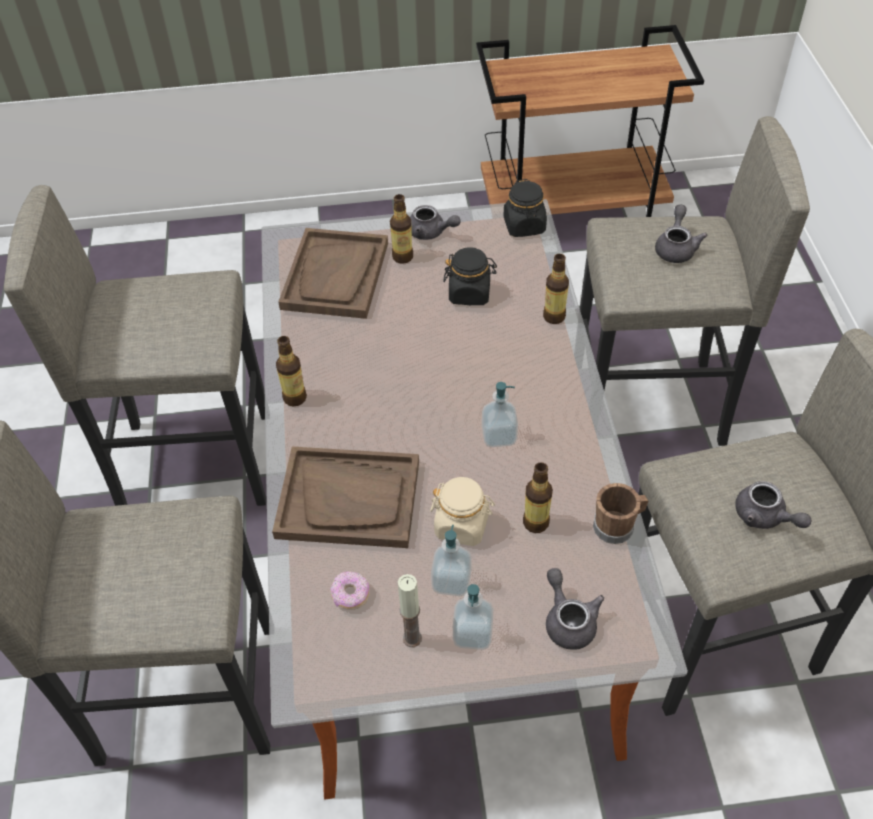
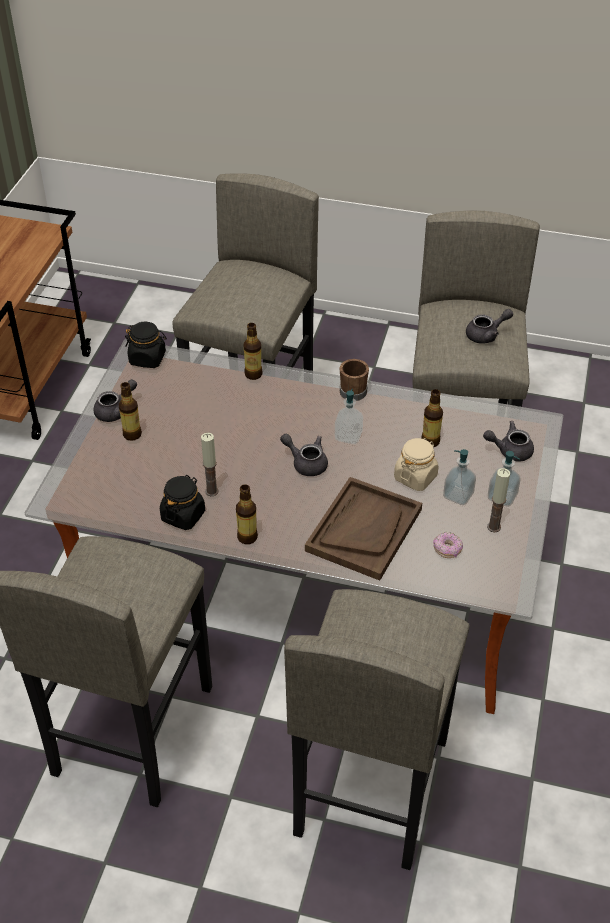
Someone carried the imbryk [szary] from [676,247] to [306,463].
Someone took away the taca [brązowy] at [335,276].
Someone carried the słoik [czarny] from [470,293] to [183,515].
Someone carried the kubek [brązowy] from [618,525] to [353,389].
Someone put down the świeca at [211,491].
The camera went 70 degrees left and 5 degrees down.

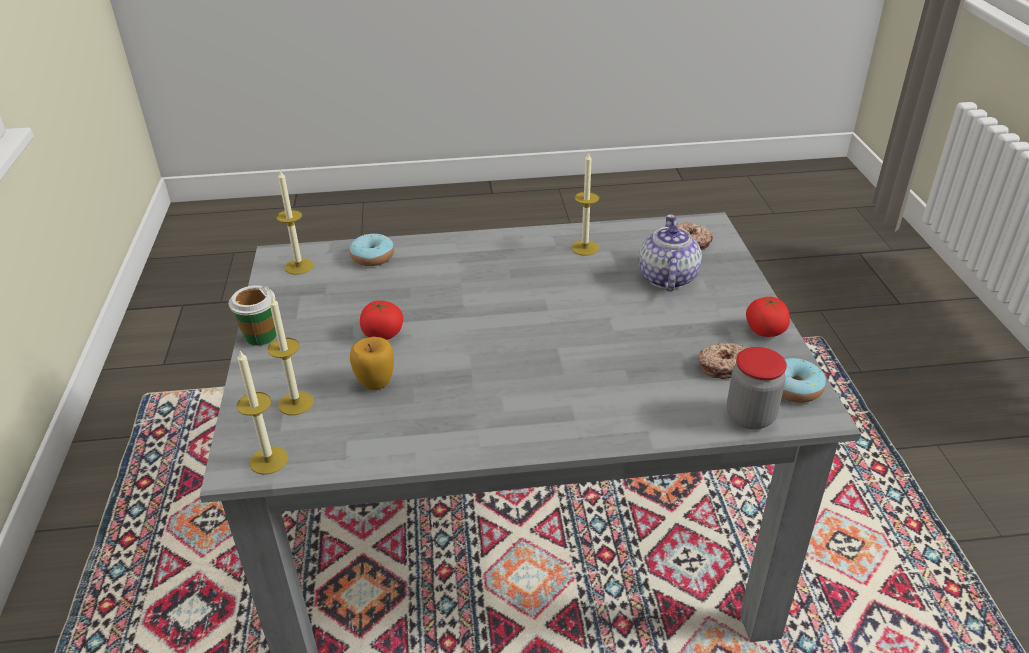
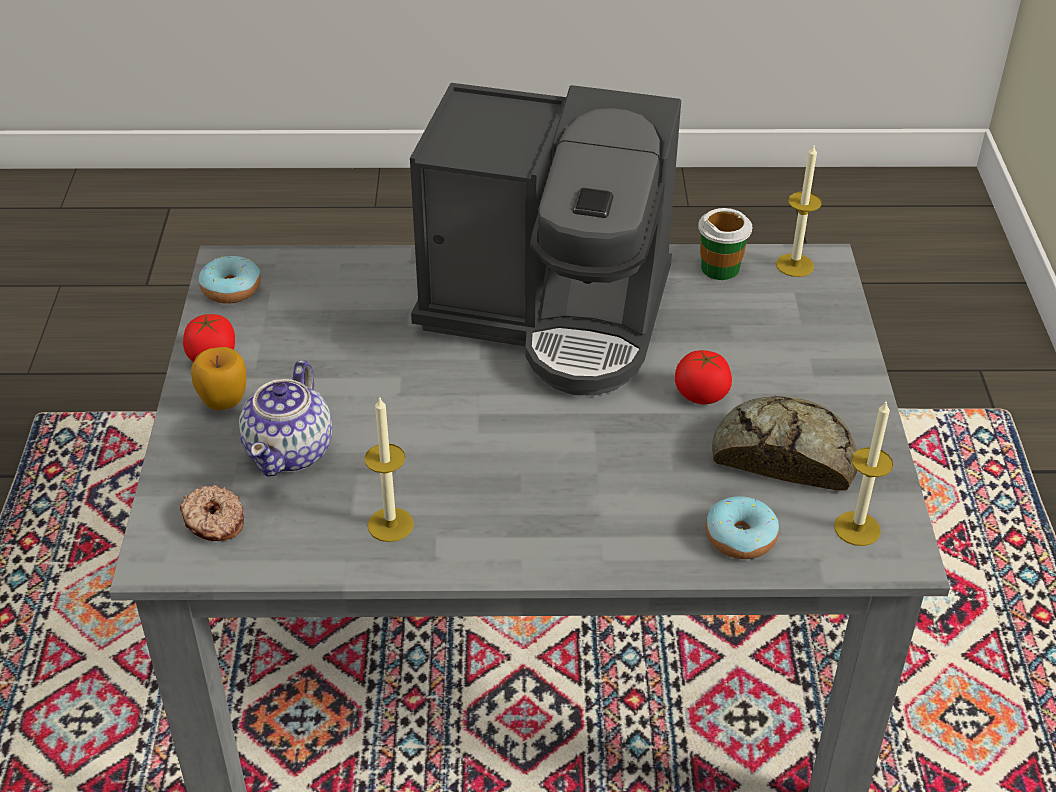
Someone carried the filiżanka from [260,335] to [720,268].
Someone took away the świeca at [296,403].
Someone carried the jabłko from [375,382] to [224,403].
Someone took away the donut at [722,366].
Someone took away the słoik at [750,416].
Someone put down the ekspres do kawy at [550,313].
Someone put down the chleb at [784,454].
The camera went 175 degrees left and 5 degrees up.

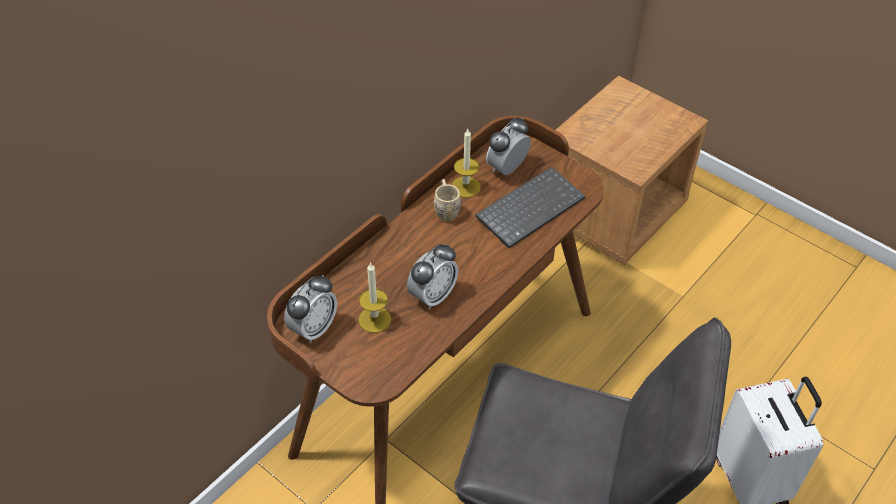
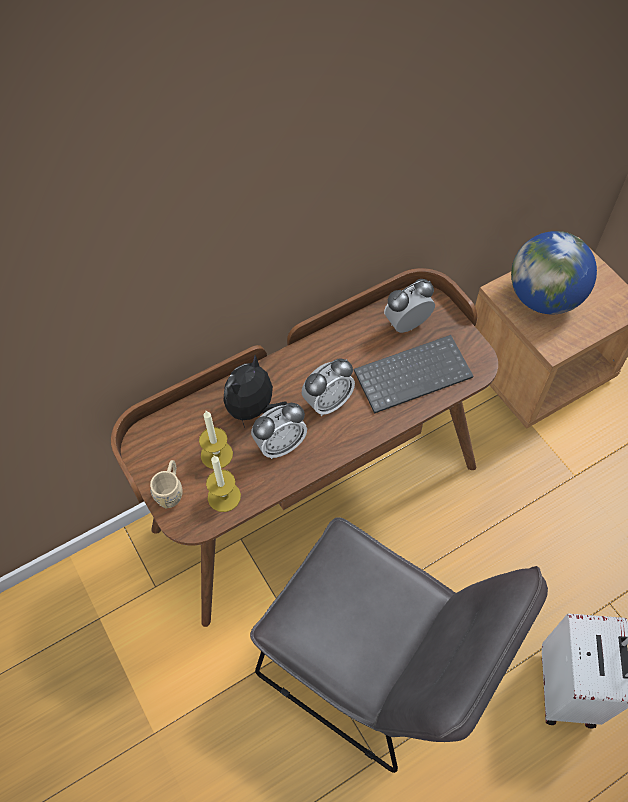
Someone carried the świeca from [466,187] to [224,496].
Someone carried the kubek [beżowy] from [446,209] to [171,491].
Someone carried the budzik from [313,329] to [328,402].
Someone put down the globus at [544,298].
Someone put down the pluszak at [253,409].
The camera went 20 degrees right and 10 degrees up.

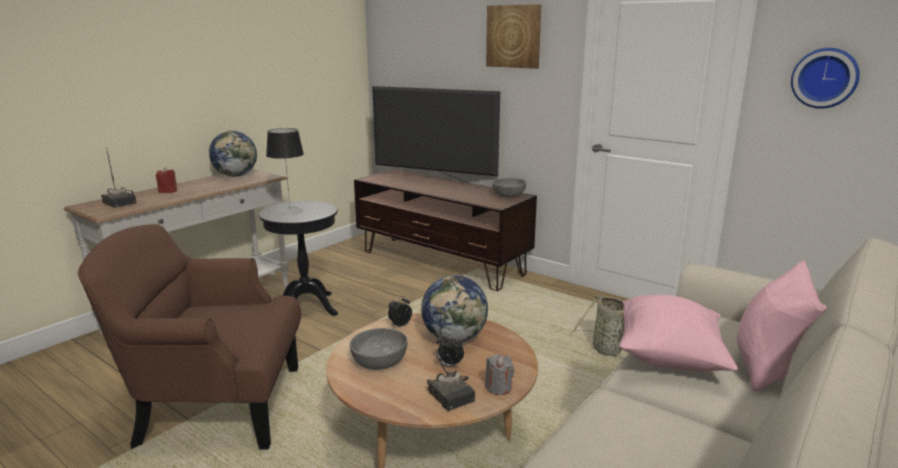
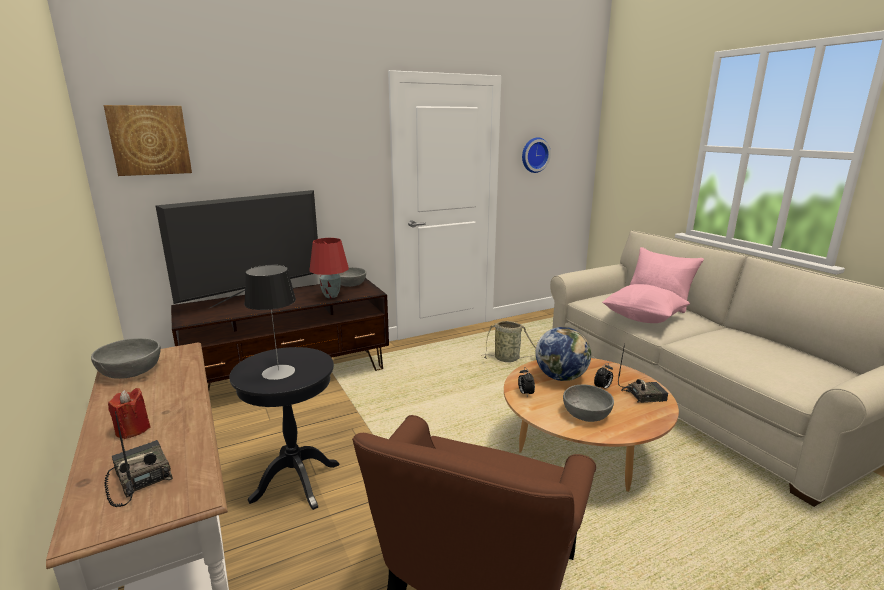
Someone carried the obraz from [514,36] to [150,140].
Someone swapped the globus at [236,175] for the miska [szary] at [131,371].
Someone rotated the radio at [121,203] by 105 degrees counterclockwise.
Someone took away the świeca [szary] at [498,388].
Someone put down the lampa stołowa [czerwony] at [330,296].
The camera went 65 degrees left and 0 degrees up.

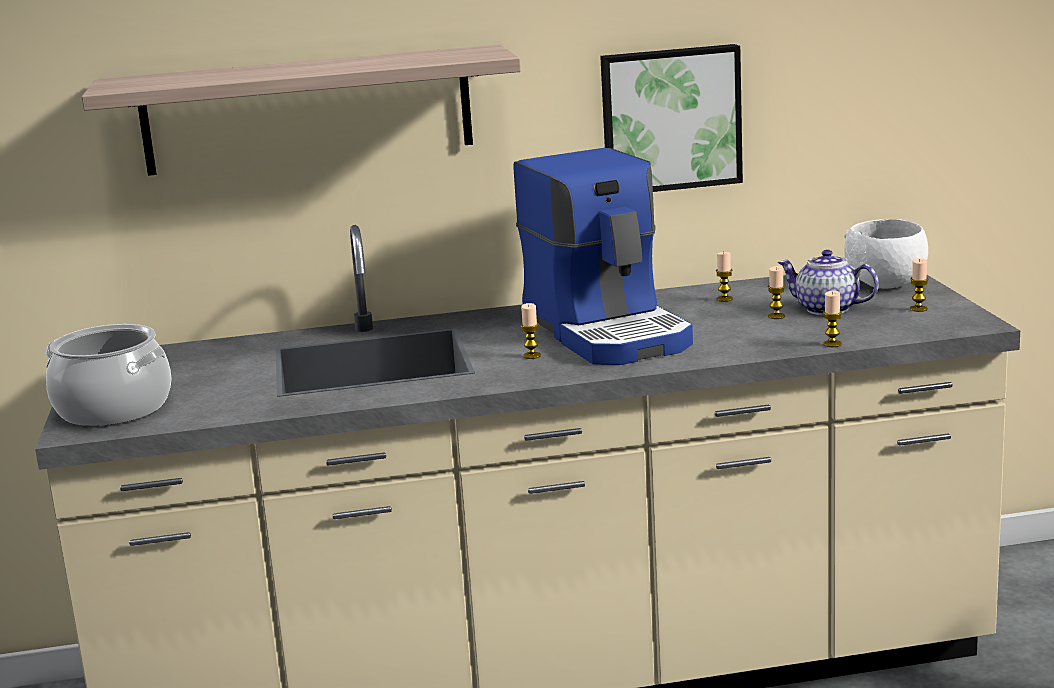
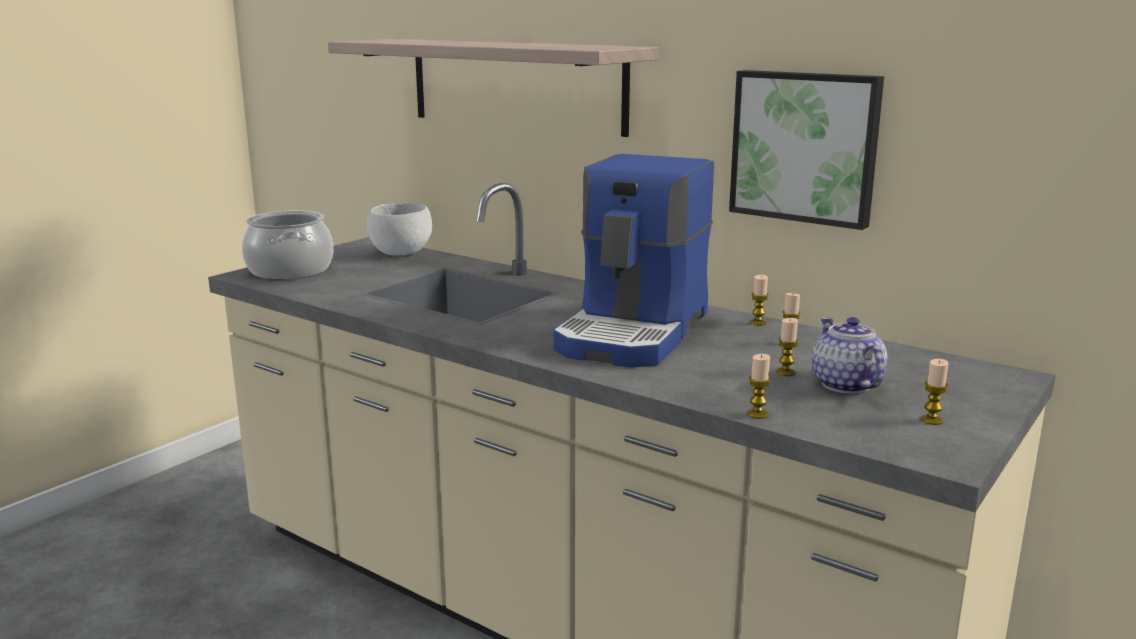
Someone carried the miska [biały] from [886,284] to [401,253].
Someone carried the świeca from [531,356] to [758,323].
The camera went 45 degrees right and 0 degrees up.

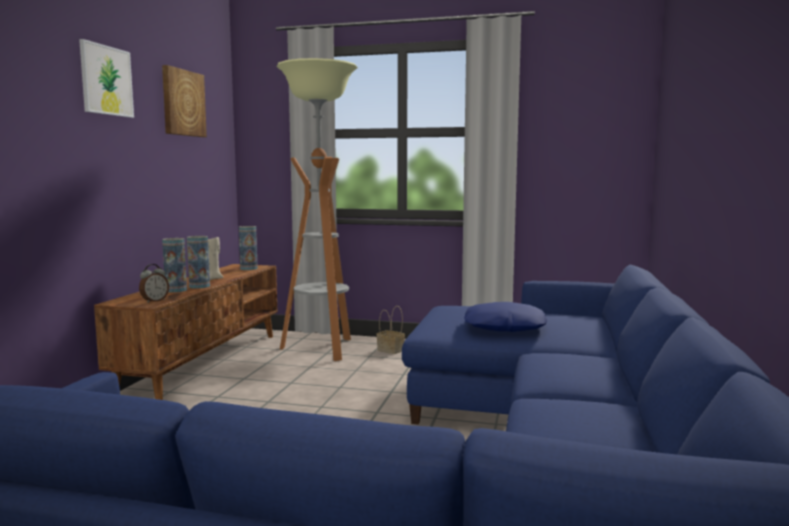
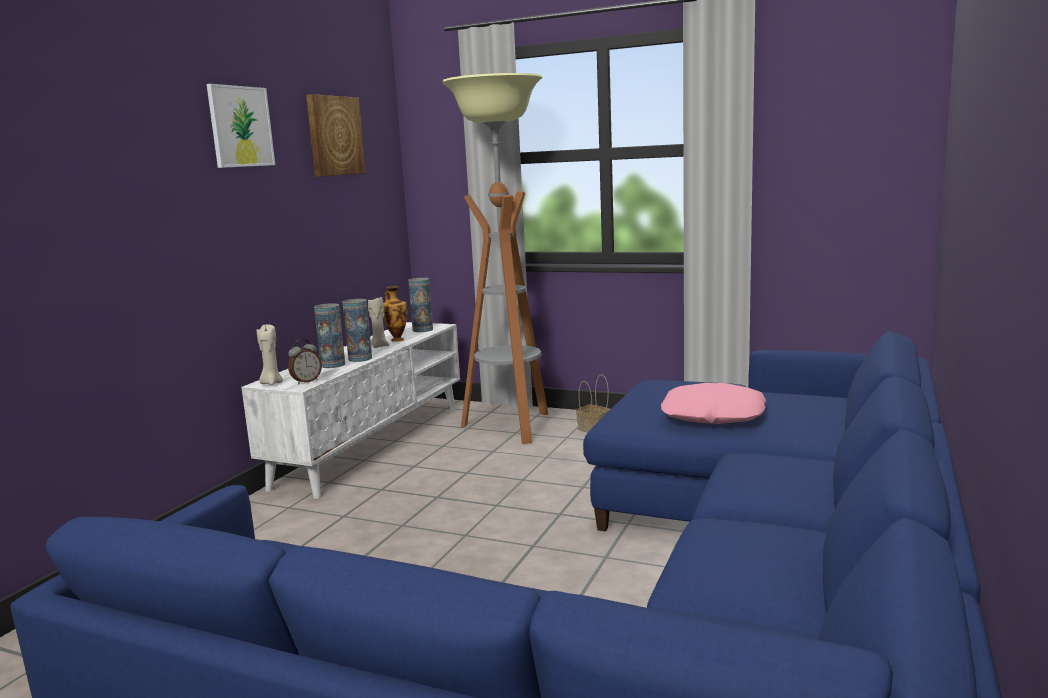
Someone repainted the szafka pod telewizor [brązowy] at [204,362], which became the szafka pod telewizor [biały] at [372,444].
Someone repainted the poduszka [niebieski] at [504,327], which became the poduszka [różowy] at [713,415].
Someone put down the wazon at [397,339].
Someone put down the świeca [beżowy] at [271,383].
The camera went 10 degrees right and 5 degrees up.

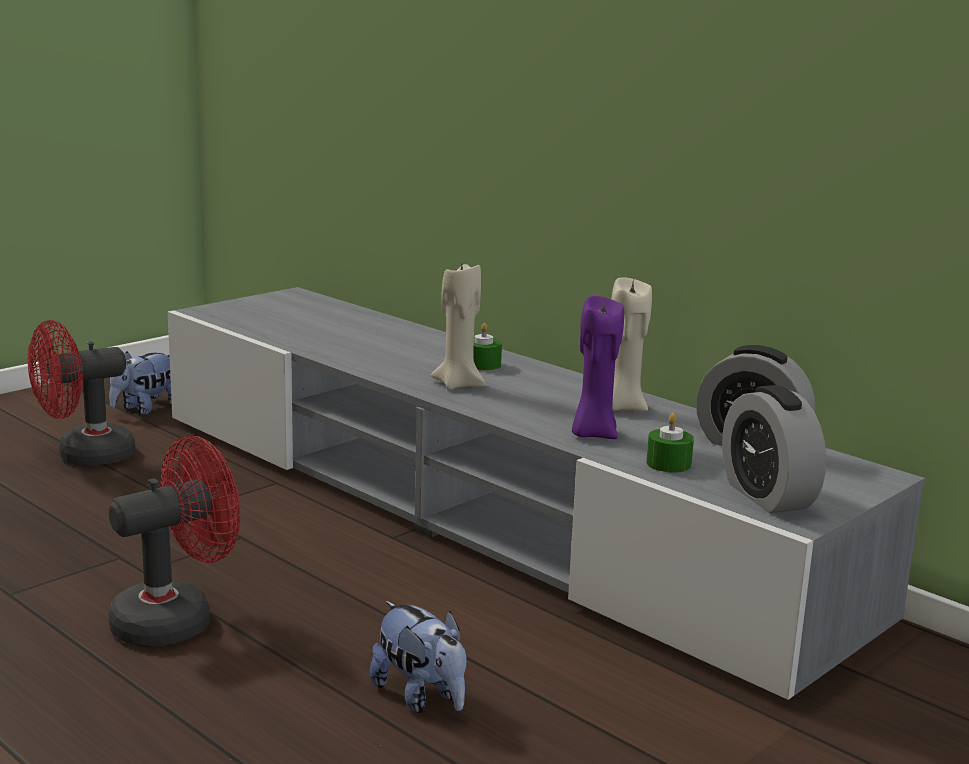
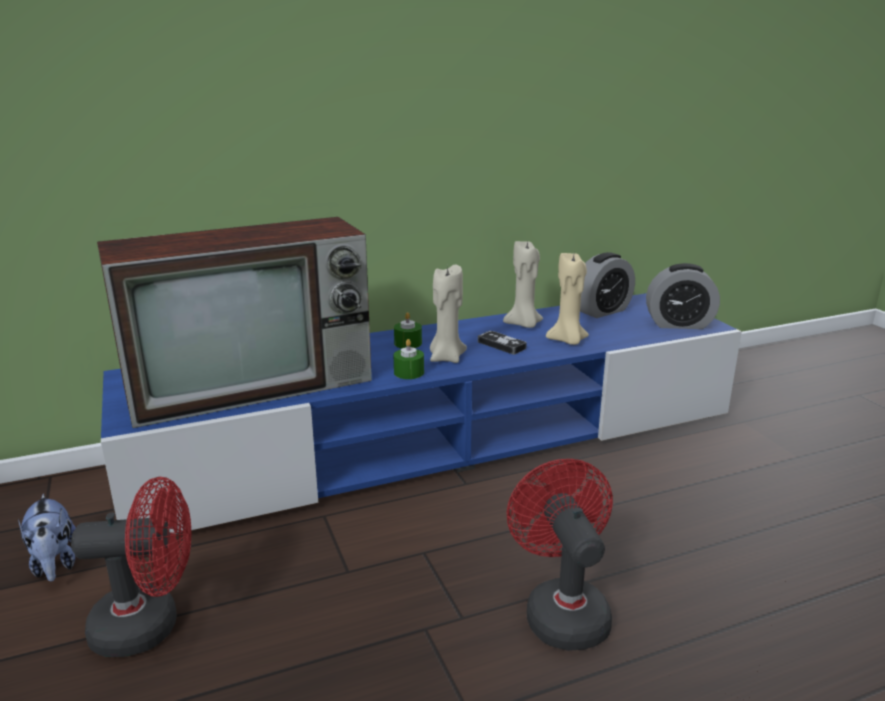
Someone repainted the szafka pod telewizor [szary] at [481,511], which became the szafka pod telewizor [niebieski] at [443,441].
Someone repainted the świeca [fioletowy] at [593,434], which became the świeca [beżowy] at [568,341].
Someone rotated the wentylator [czerwony] at [84,456] by 90 degrees counterclockwise.
Someone carried the świeca [zielony] from [668,464] to [409,372].
Someone took away the pluszak at [421,697].
Someone put down the telewizor at [254,384].
Someone put down the pad do gier at [501,345].
The camera went 65 degrees left and 5 degrees up.

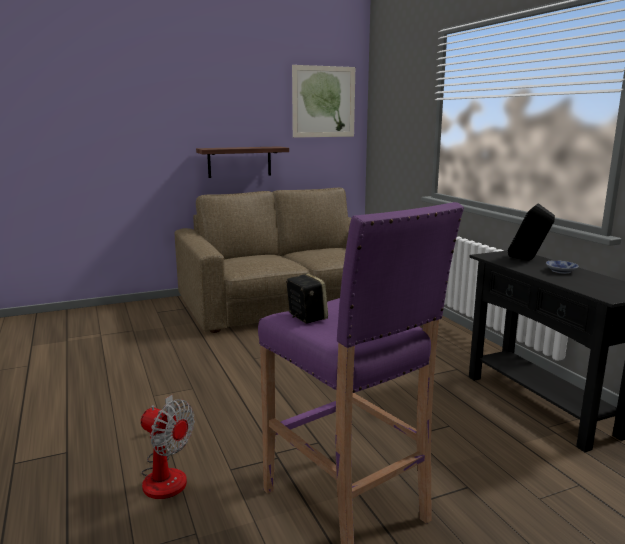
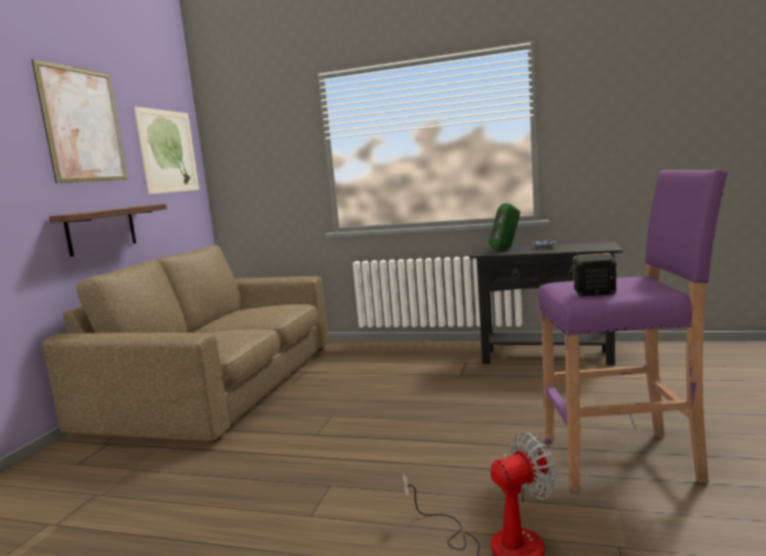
Someone repainted the głośnik [czarny] at [528,260], which became the głośnik [zielony] at [506,249].
Someone put up the obraz at [83,125].
The camera went 50 degrees left and 5 degrees down.

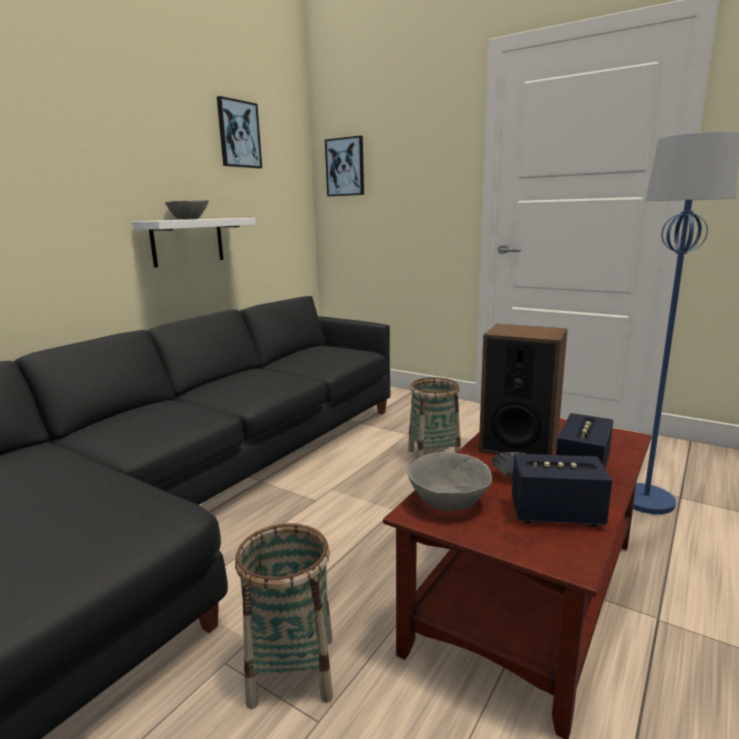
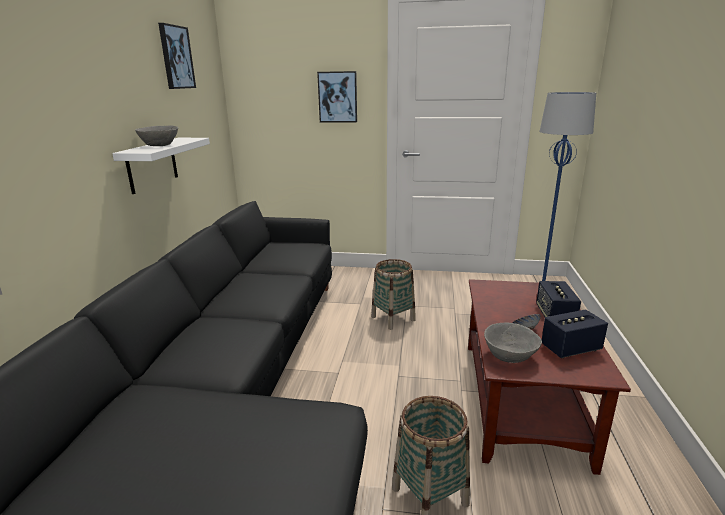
Someone carried the obraz from [345,167] to [338,97].
Someone took away the głośnik at [518,446].
The camera went 25 degrees left and 5 degrees up.

